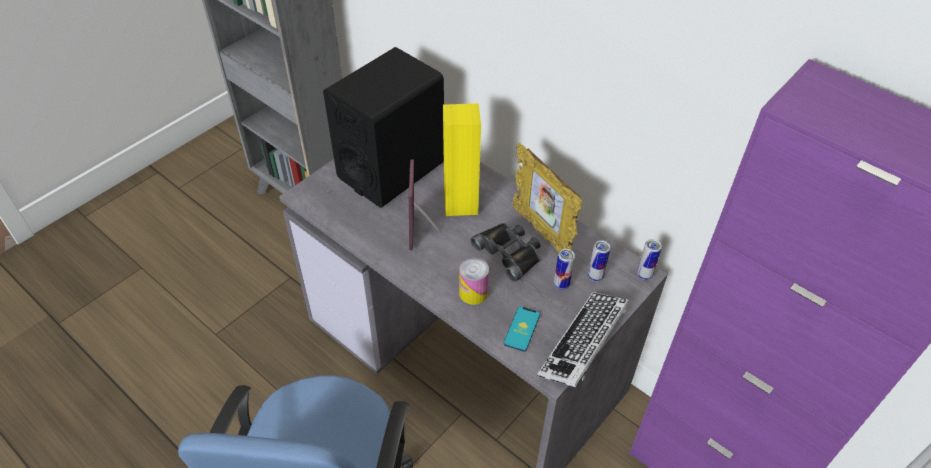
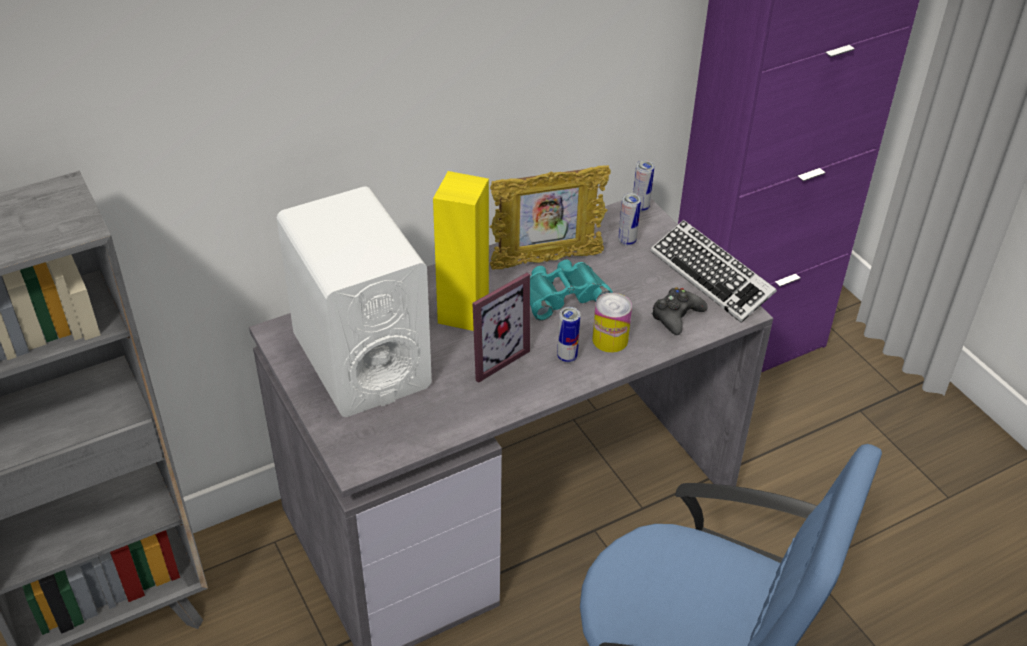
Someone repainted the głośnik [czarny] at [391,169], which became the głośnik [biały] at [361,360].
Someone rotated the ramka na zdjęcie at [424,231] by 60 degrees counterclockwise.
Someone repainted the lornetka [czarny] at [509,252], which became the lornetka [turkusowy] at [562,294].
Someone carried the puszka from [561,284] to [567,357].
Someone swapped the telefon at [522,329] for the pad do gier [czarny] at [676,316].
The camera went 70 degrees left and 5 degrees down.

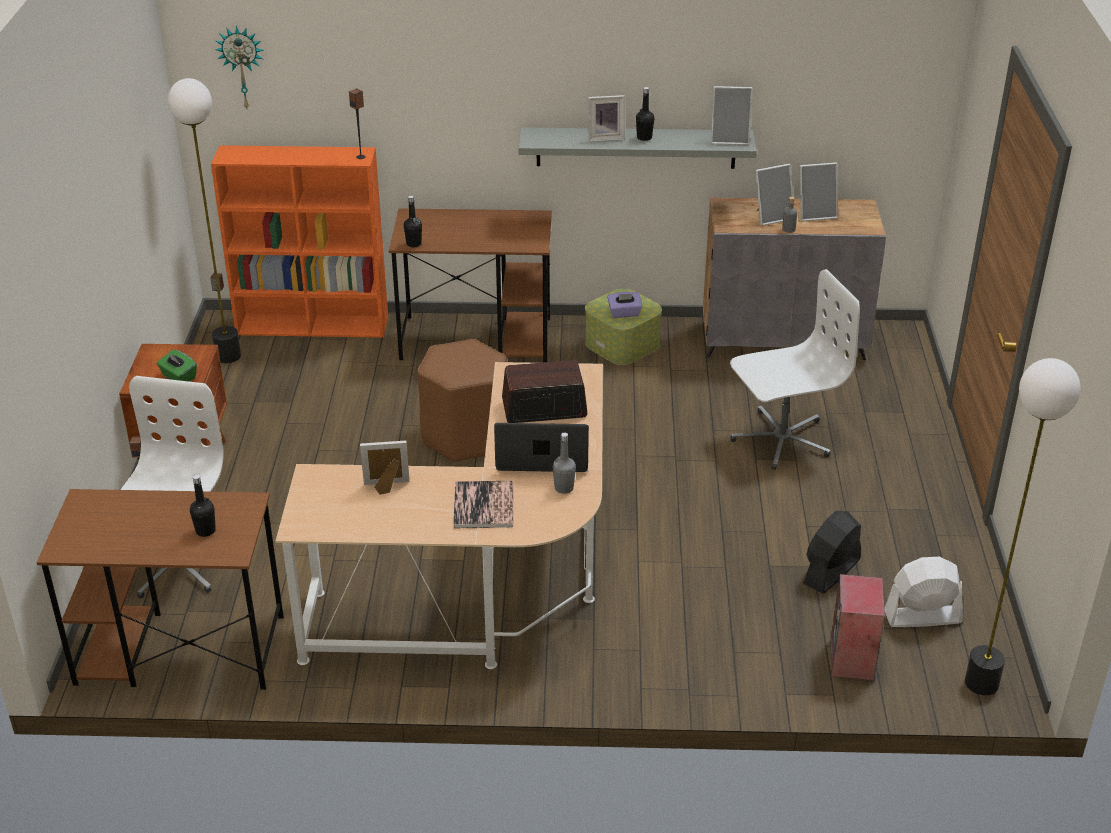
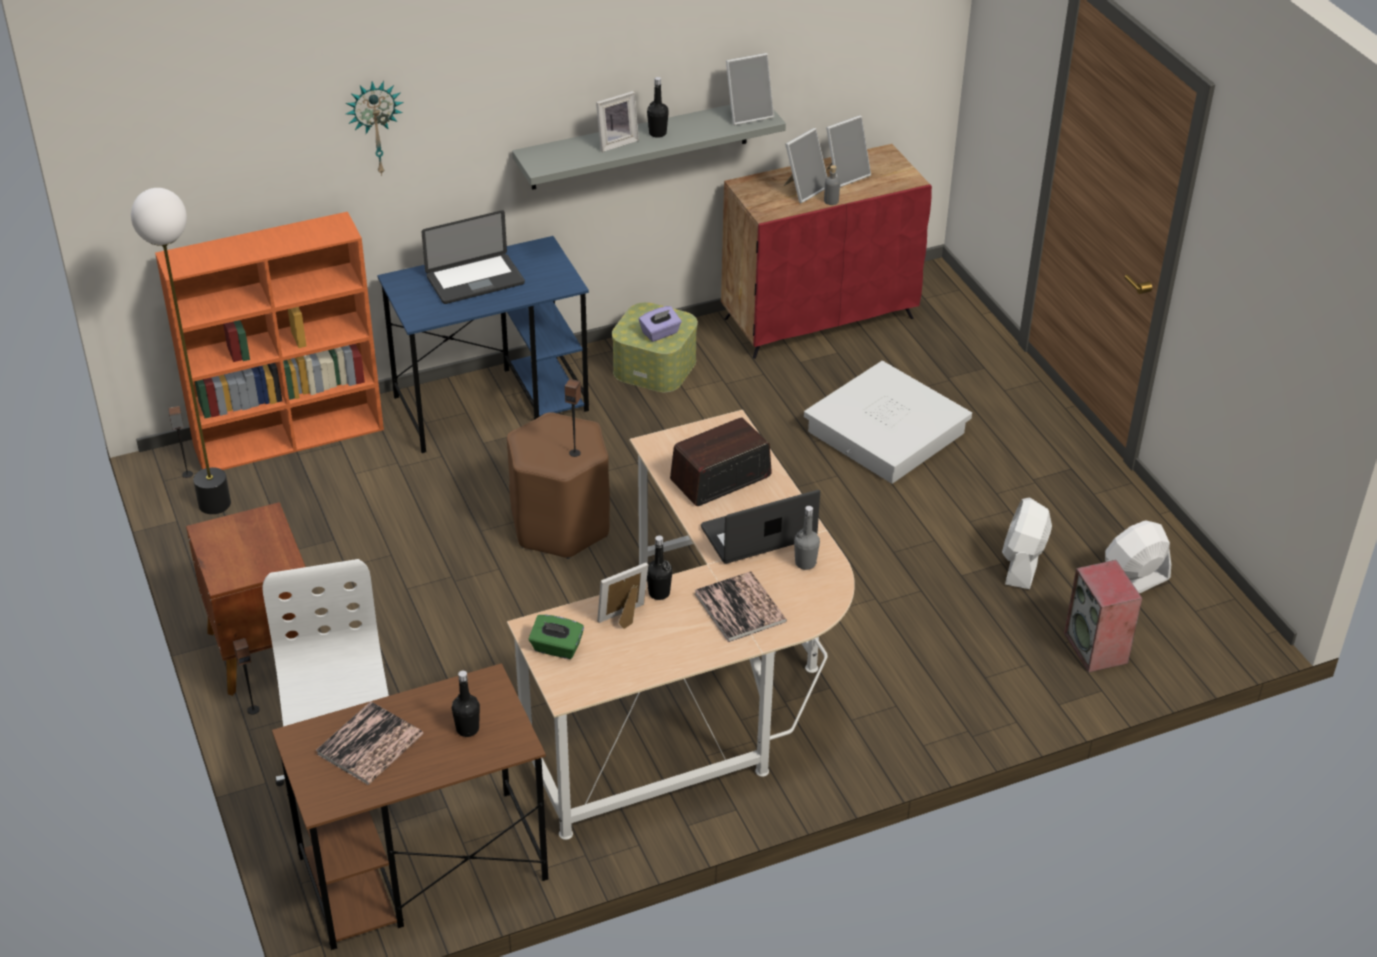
Someone carried the zegar ścienny from [242,67] to [375,126].
Someone carried the głośnik from [361,157] to [575,453].
Someone carried the butelka [czarny] from [414,244] to [659,593].
Someone repainted the szafka [szary] at [784,341], which became the szafka [czerwony] at [819,317].
Someone repainted the biurko [brązowy] at [477,339], which became the biurko [niebieski] at [492,403].
Someone swapped the krzesło biurowe [biały] at [781,439] for the pojemnik do przechowywania [biały] at [886,432].
Someone carried the pudełko chusteczek [zielony] from [178,377] to [556,648].
Someone took away the lampa stojąca at [981,683].
Someone repainted the wentylator [czarny] at [831,571], which became the wentylator [biały] at [1022,563].
Someone put down the laptop at [475,280].
Someone put down the książka at [370,744].
The camera went 25 degrees left and 5 degrees up.

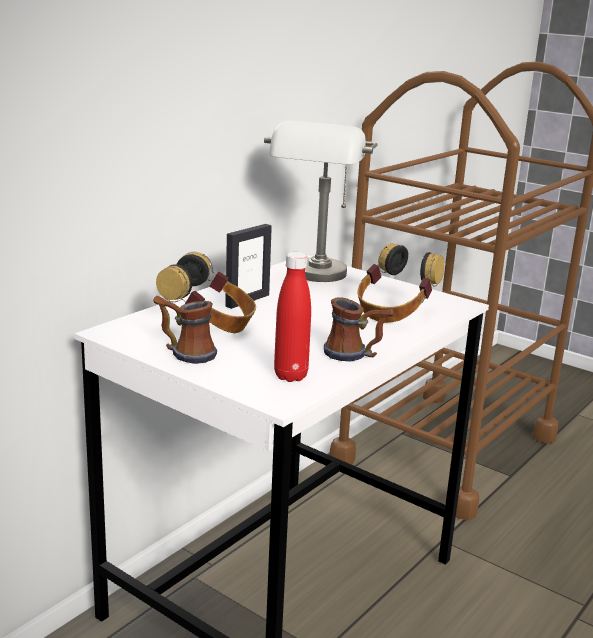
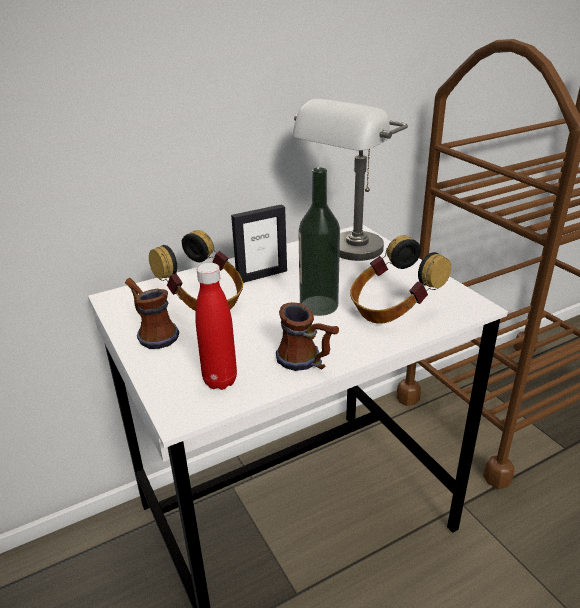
Someone put down the butelka at [319,305].
The camera went 25 degrees right and 10 degrees up.

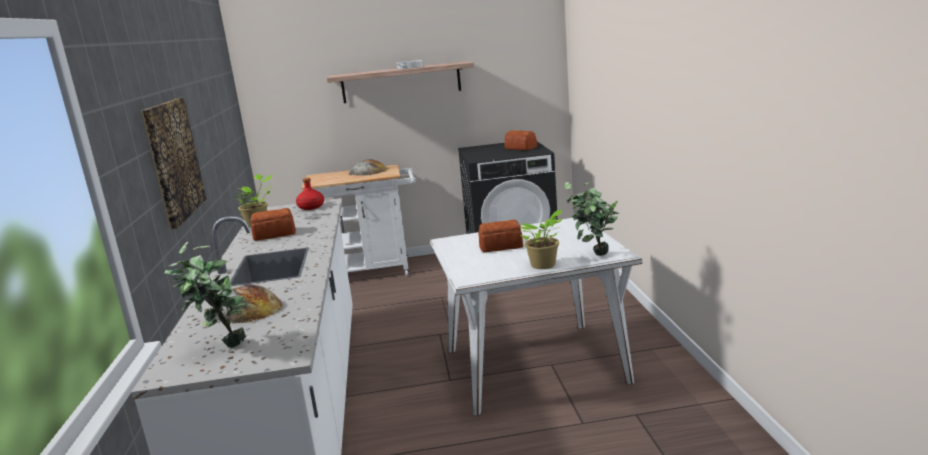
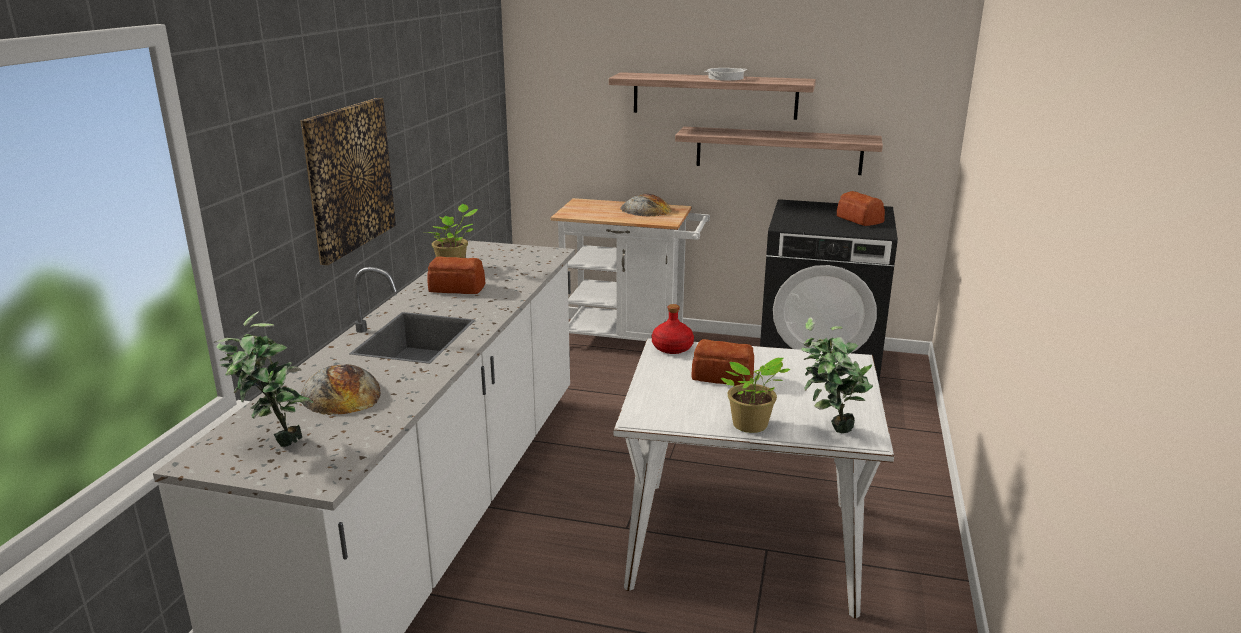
Someone carried the butelka [czerwony] from [311,207] to [671,348].
Someone put up the półka at [778,150].
The camera went 20 degrees right and 5 degrees up.

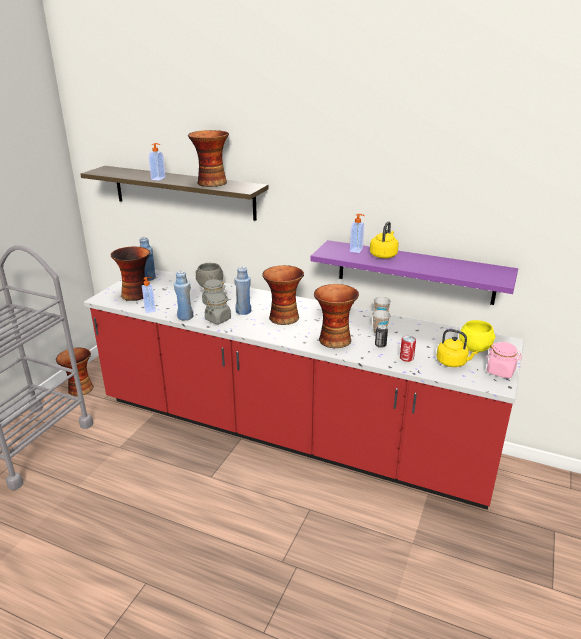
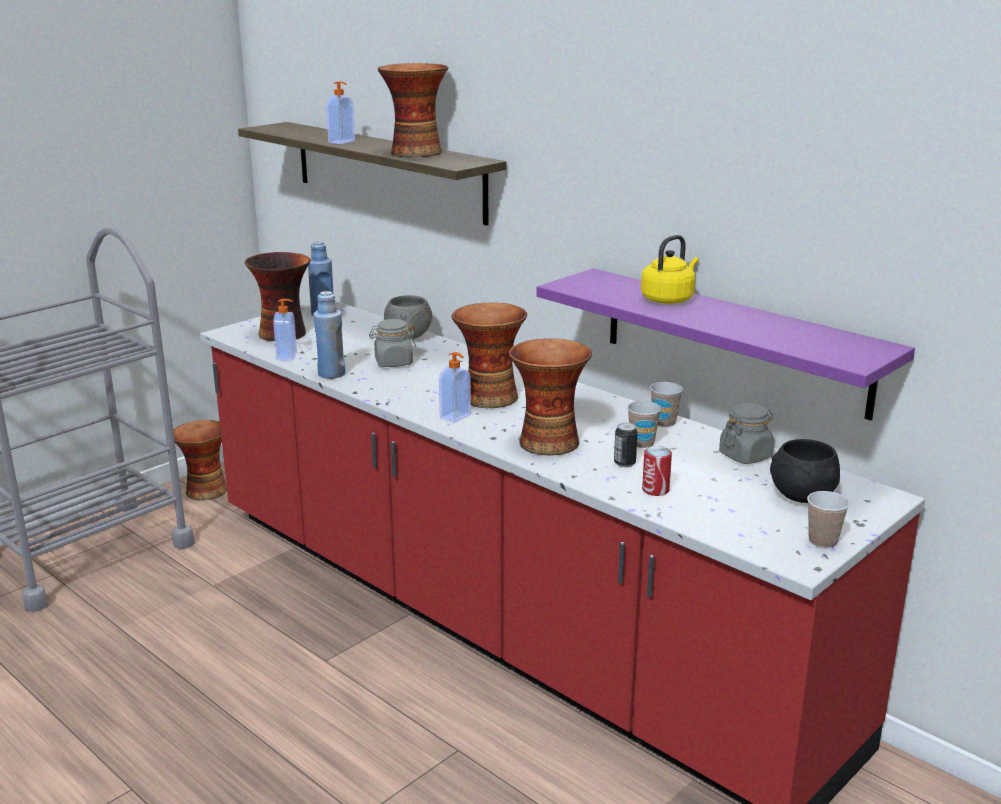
Someone carried the dozownik mydła from [356,250] to [456,417].
Someone took away the butelka [niebieski] at [243,311].
Someone carried the słoik [szary] from [218,319] to [745,455].
Someone repainted the miska [żółty] at [475,350], which became the miska [czarny] at [803,499].
Someone took away the czajnik [żółty] at [453,363].
Someone swapped the słoik [różowy] at [501,371] for the filiżanka at [823,541].
The camera went 20 degrees right and 5 degrees down.

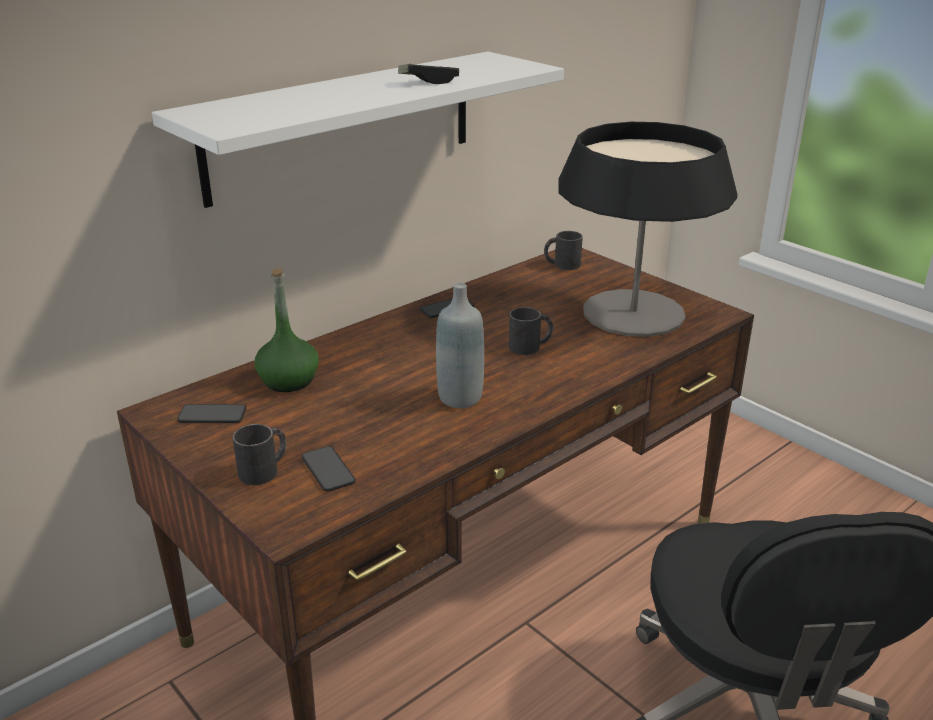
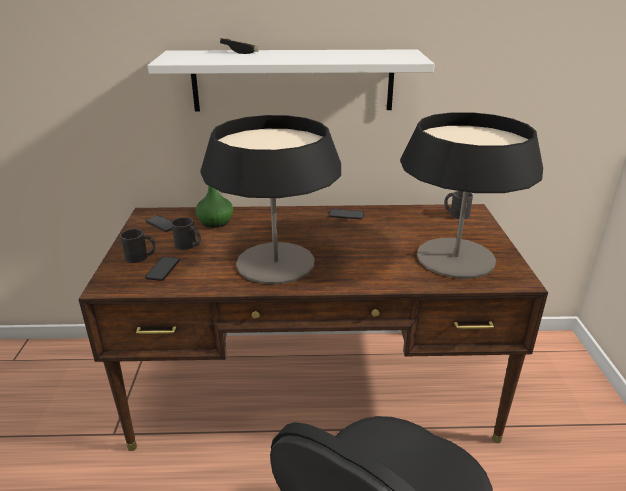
Someone carried the pad do gier from [428,82] to [240,52].
Someone swapped the butelka [szary] at [460,398] for the lampa stołowa at [275,263].
Someone carried the kubek [czarny] from [530,346] to [189,245].
The camera went 40 degrees right and 0 degrees up.

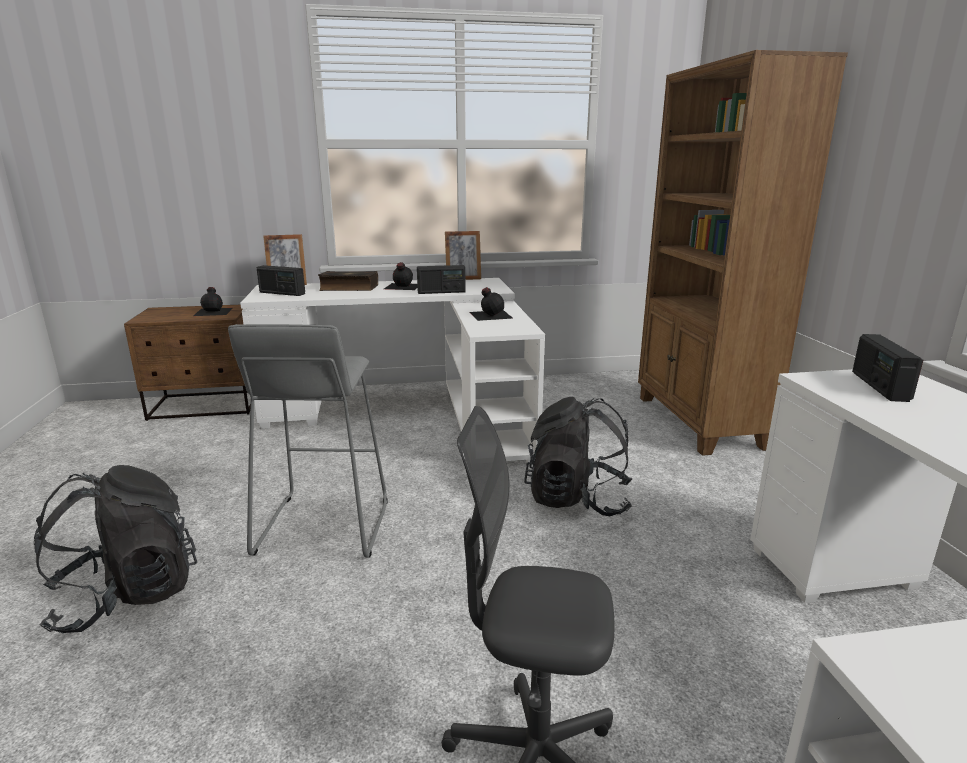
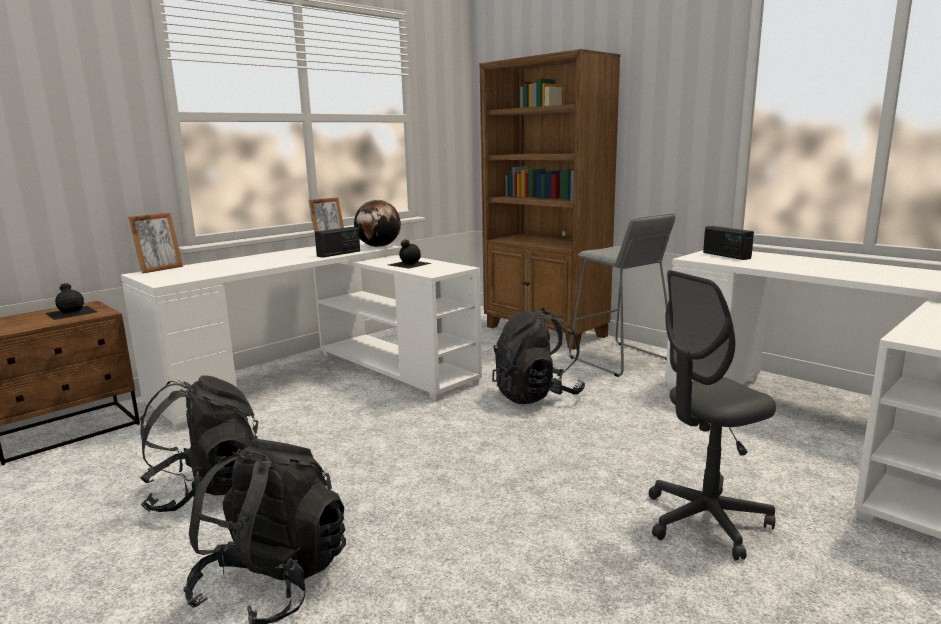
Someone took away the butelka [czarny] at [402,286].
Someone took away the radio at [282,293].
Someone took away the książka at [349,288].
Someone carried the stołek [szary] from [323,526] to [619,359].
Someone put down the globus at [379,246].
Someone put down the plecak [czarny] at [206,490].
The camera went 35 degrees left and 5 degrees down.

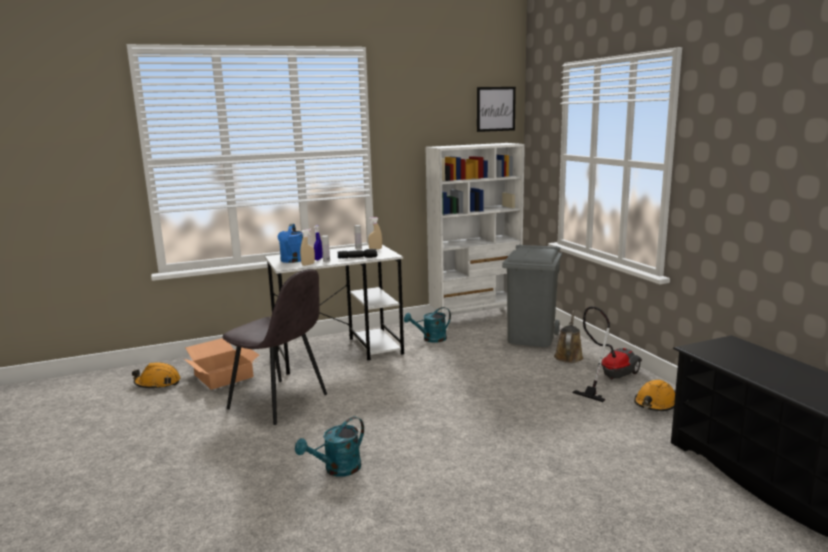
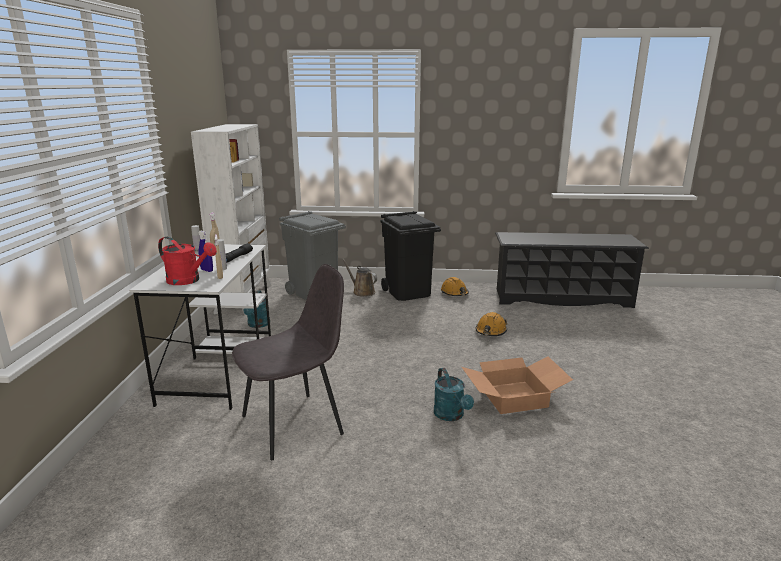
Someone took away the obraz at [495,109].
Someone repainted the konewka [niebieski] at [292,261], which became the konewka [czerwony] at [188,280].
Someone swapped the odkurzacz at [609,378] for the kosz na śmieci [czarny] at [408,292].
Someone carried the karton from [225,376] to [514,396].
Someone carried the kask [pomarańczowy] from [158,383] to [491,331].
The camera went 65 degrees left and 5 degrees up.

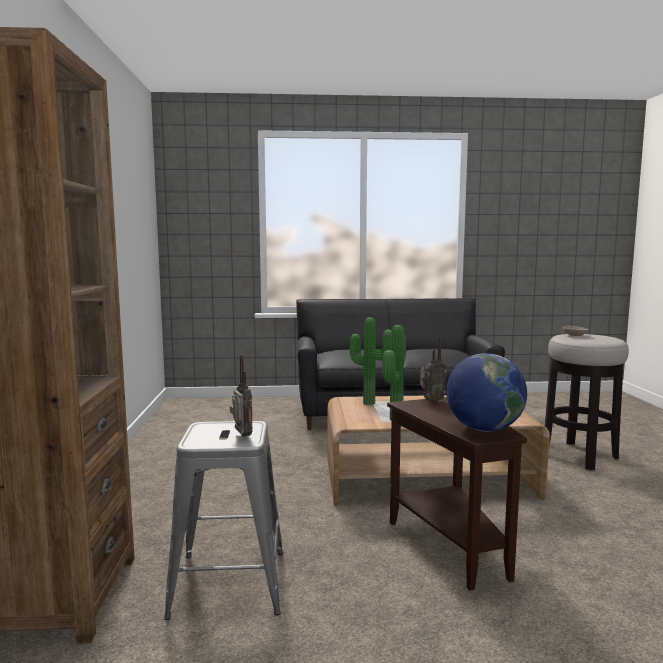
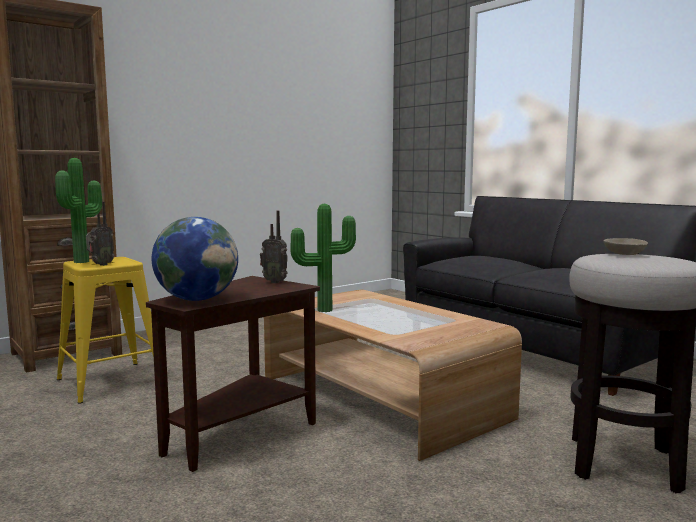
Someone carried the roślina doniczkowa from [370,402] to [84,262].
Someone repainted the stołek [szary] at [229,583], which became the stołek [żółty] at [110,382].
The camera went 55 degrees right and 0 degrees up.

